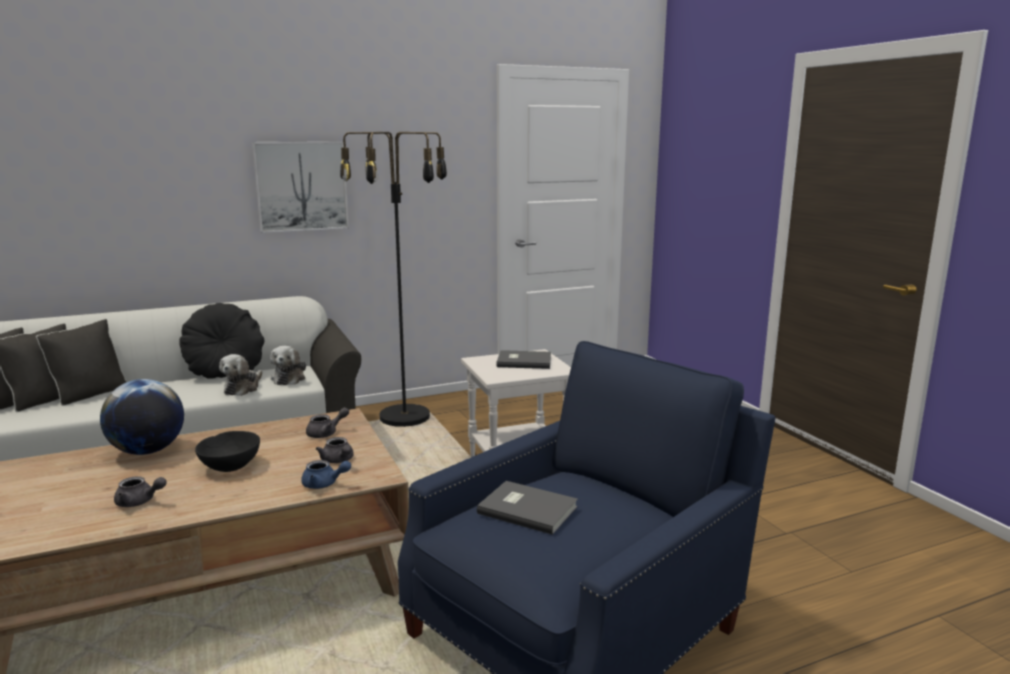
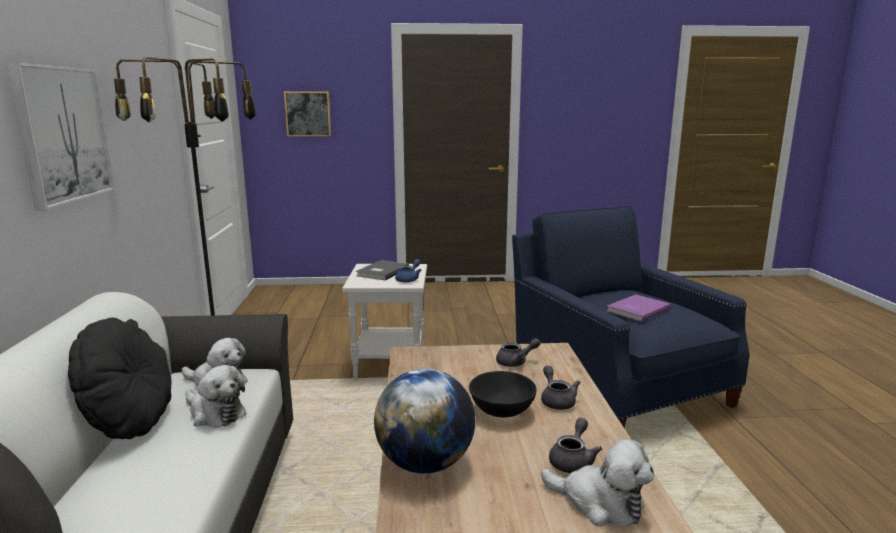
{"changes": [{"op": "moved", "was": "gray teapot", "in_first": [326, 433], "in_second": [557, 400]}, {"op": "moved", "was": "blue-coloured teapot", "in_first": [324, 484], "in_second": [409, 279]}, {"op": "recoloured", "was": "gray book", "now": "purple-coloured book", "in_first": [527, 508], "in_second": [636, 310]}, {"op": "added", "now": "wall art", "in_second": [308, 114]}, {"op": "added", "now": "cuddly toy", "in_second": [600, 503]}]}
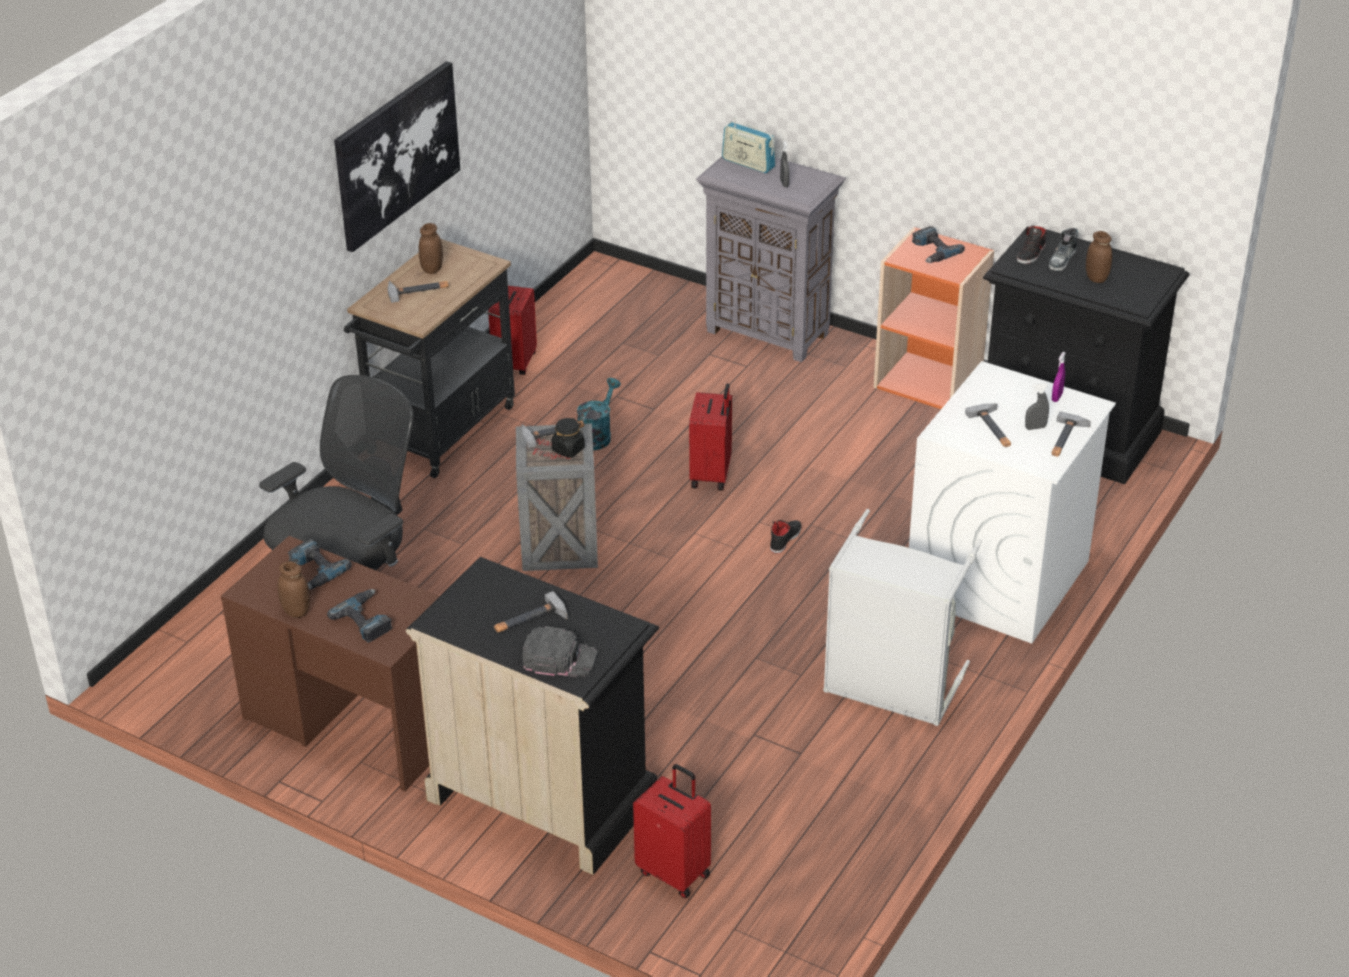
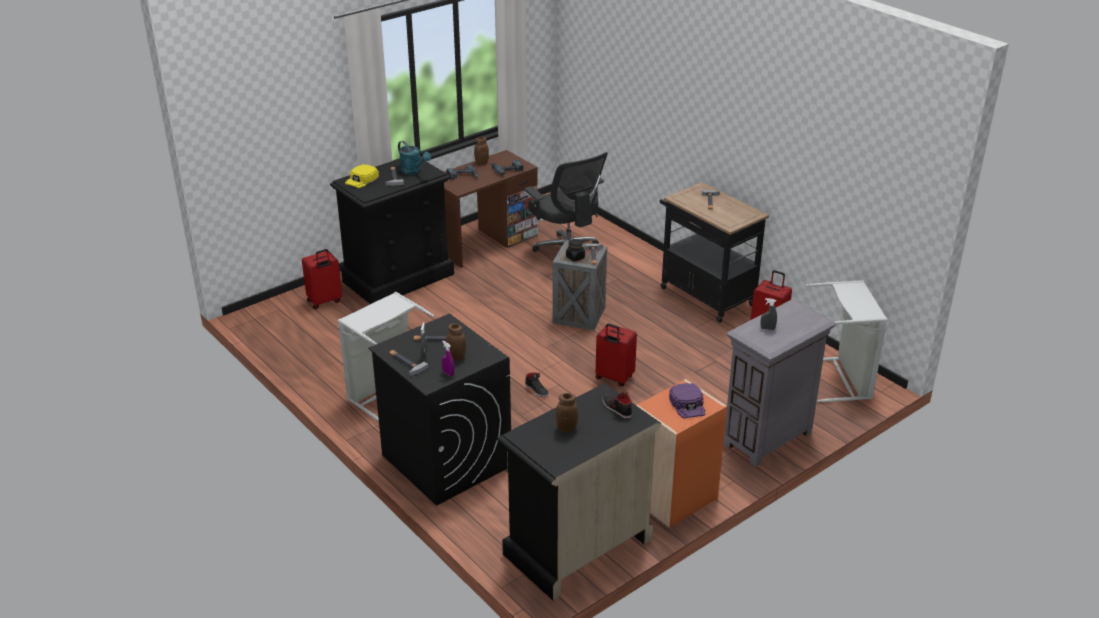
{"changes": [{"op": "removed", "was": "wall art", "in_first": [397, 154]}, {"op": "removed", "was": "radio set", "in_first": [748, 164]}, {"op": "moved", "was": "brownish storage jar", "in_first": [432, 269], "in_second": [456, 357]}, {"op": "replaced", "was": "power drill", "now": "purple-coloured cap", "in_first": [932, 251], "in_second": [687, 404]}, {"op": "removed", "was": "item of footwear", "in_first": [1062, 260]}, {"op": "recoloured", "was": "whitish laundry appliance", "now": "black-coloured laundry appliance", "in_first": [997, 580], "in_second": [445, 460]}, {"op": "moved", "was": "turquoise-coloured watering can", "in_first": [597, 435], "in_second": [414, 171]}, {"op": "recoloured", "was": "black-coloured cap", "now": "yellow-coloured cap", "in_first": [560, 658], "in_second": [362, 180]}, {"op": "added", "now": "gray hamper", "in_second": [842, 380]}]}
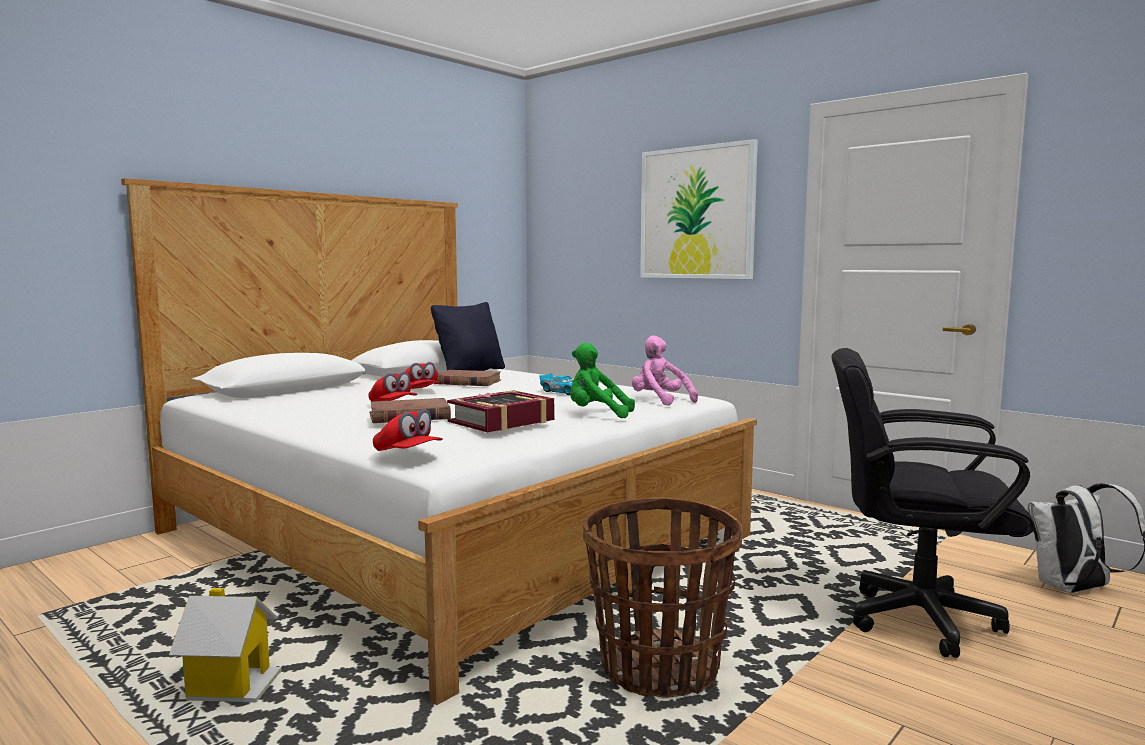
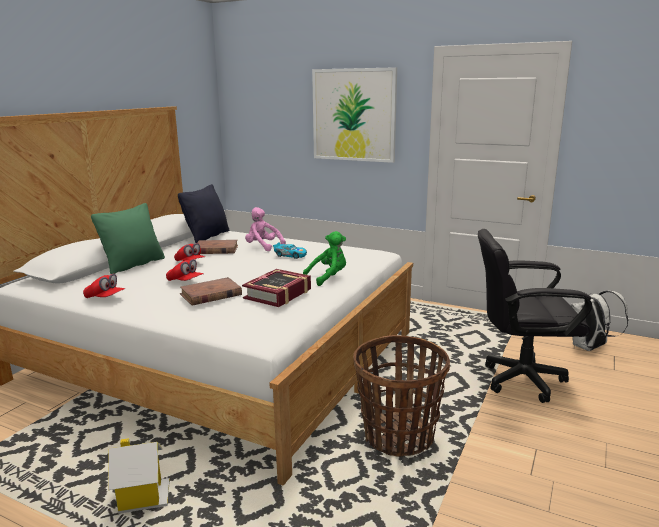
{"changes": [{"op": "moved", "was": "pinkish cuddly toy", "in_first": [660, 401], "in_second": [263, 247]}, {"op": "turned", "was": "green-coloured cuddly toy", "in_first": [597, 414], "in_second": [328, 277], "clockwise": 150}, {"op": "moved", "was": "red cap", "in_first": [408, 454], "in_second": [105, 298]}, {"op": "added", "now": "green-coloured throw pillow", "in_second": [133, 265]}]}
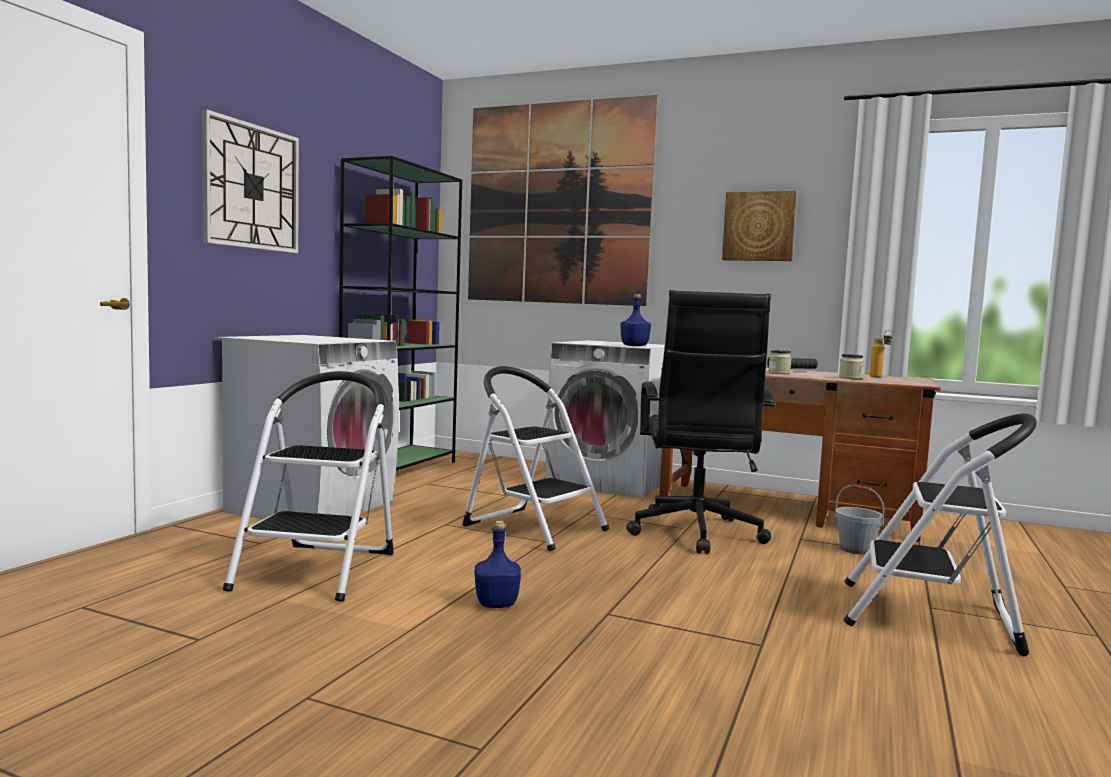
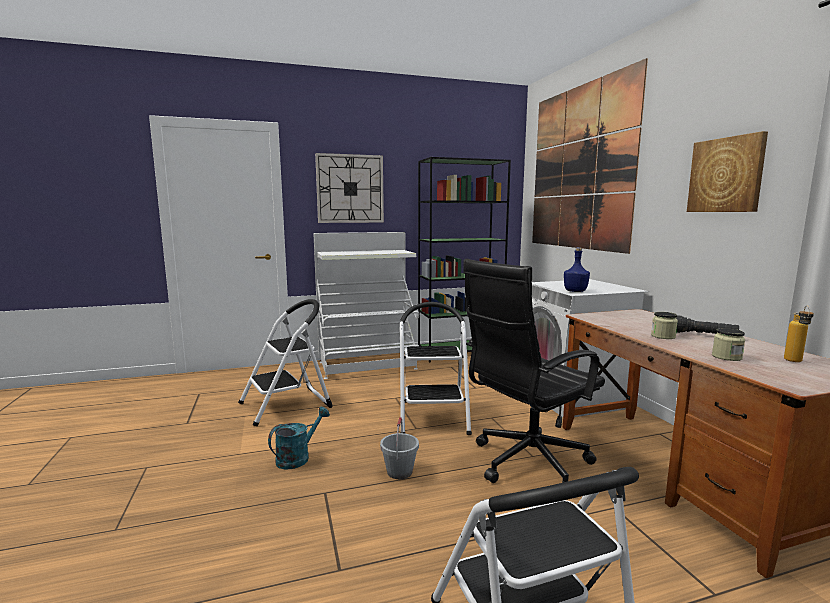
{"changes": [{"op": "replaced", "was": "whitish laundry appliance", "now": "whitish shoe rack", "in_first": [311, 505], "in_second": [368, 366]}, {"op": "moved", "was": "gray bucket", "in_first": [856, 549], "in_second": [400, 472]}, {"op": "replaced", "was": "blue-coloured beverage bottle", "now": "turquoise-coloured watering can", "in_first": [495, 604], "in_second": [298, 457]}]}
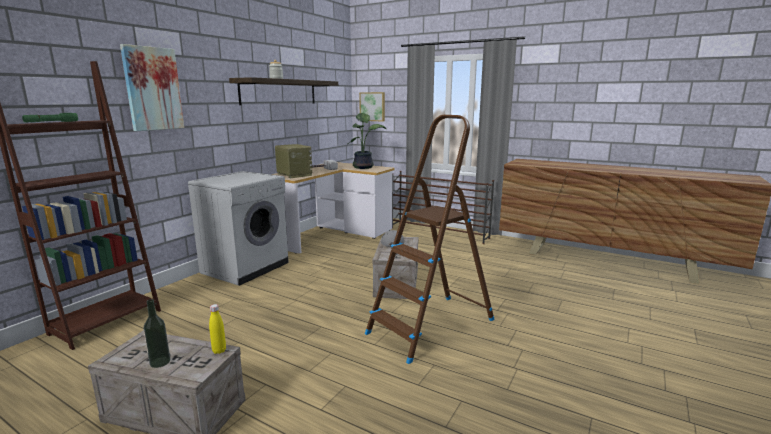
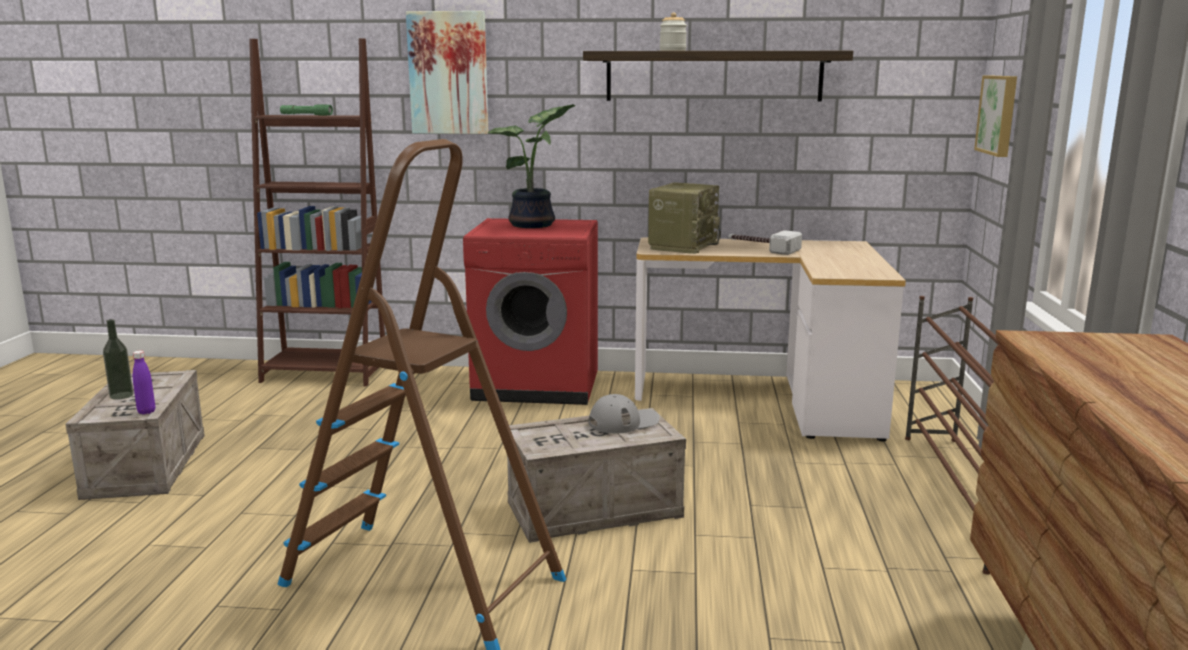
{"changes": [{"op": "moved", "was": "houseplant", "in_first": [364, 167], "in_second": [535, 225]}, {"op": "recoloured", "was": "whitish laundry appliance", "now": "red laundry appliance", "in_first": [247, 268], "in_second": [536, 387]}, {"op": "recoloured", "was": "yellow-coloured beverage bottle", "now": "purple-coloured beverage bottle", "in_first": [219, 350], "in_second": [146, 412]}]}
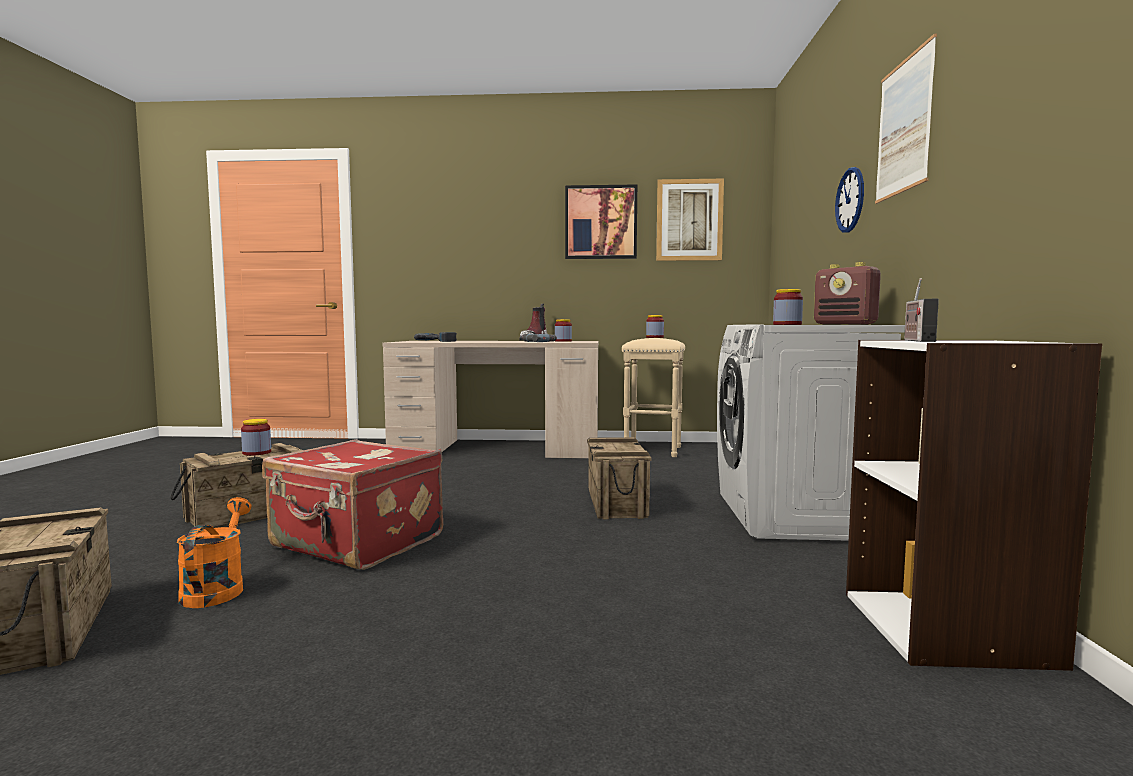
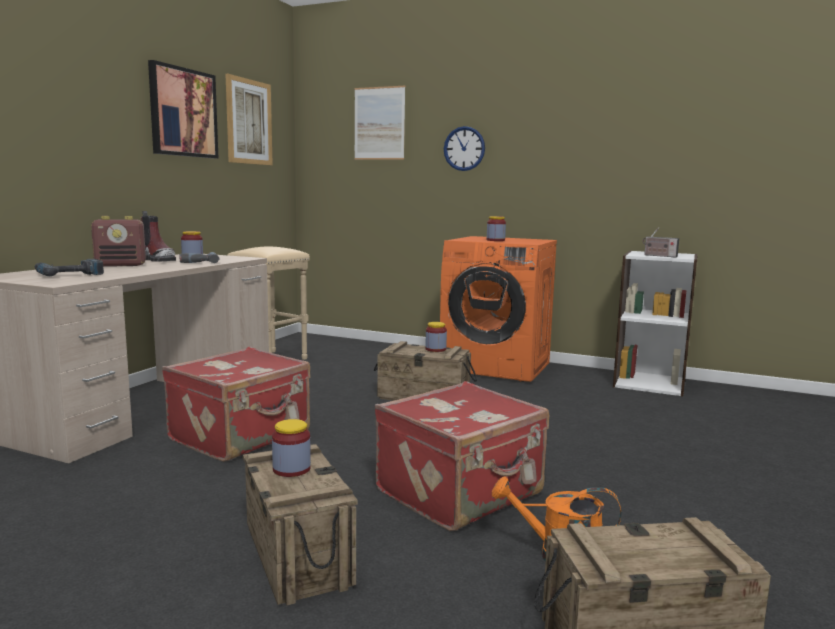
{"changes": [{"op": "moved", "was": "wall art", "in_first": [904, 126], "in_second": [379, 123]}, {"op": "moved", "was": "radio set", "in_first": [845, 324], "in_second": [121, 265]}, {"op": "moved", "was": "storage jar", "in_first": [654, 337], "in_second": [435, 349]}, {"op": "recoloured", "was": "whitish laundry appliance", "now": "orangey laundry appliance", "in_first": [794, 519], "in_second": [496, 368]}, {"op": "added", "now": "red suitcase", "in_second": [242, 436]}]}
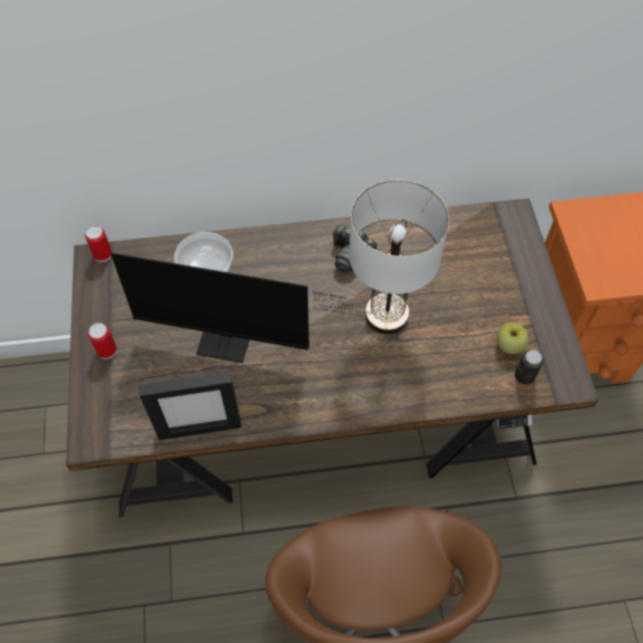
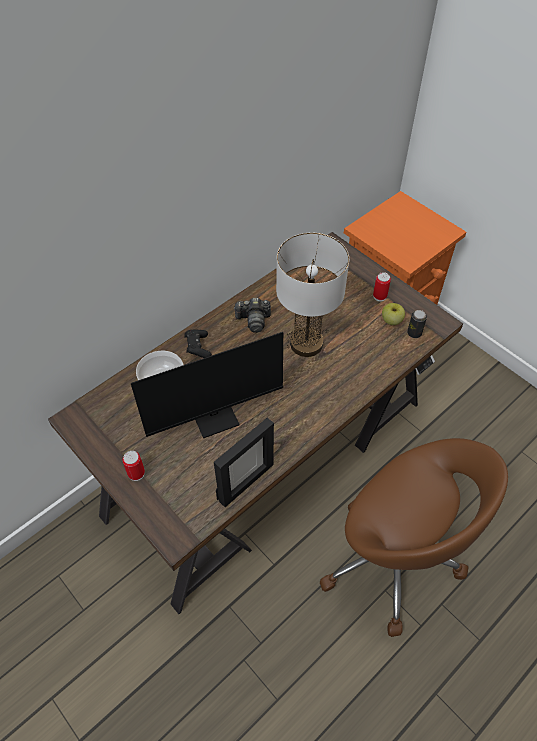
{"changes": [{"op": "moved", "was": "metal can", "in_first": [103, 254], "in_second": [379, 296]}, {"op": "added", "now": "black-coloured joypad", "in_second": [198, 348]}]}
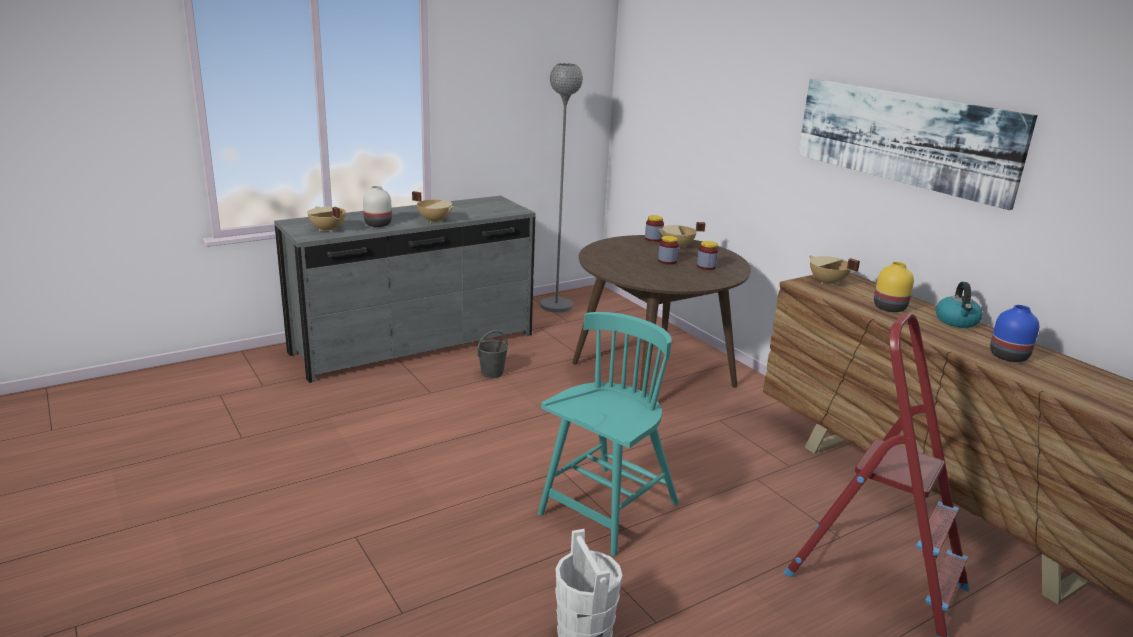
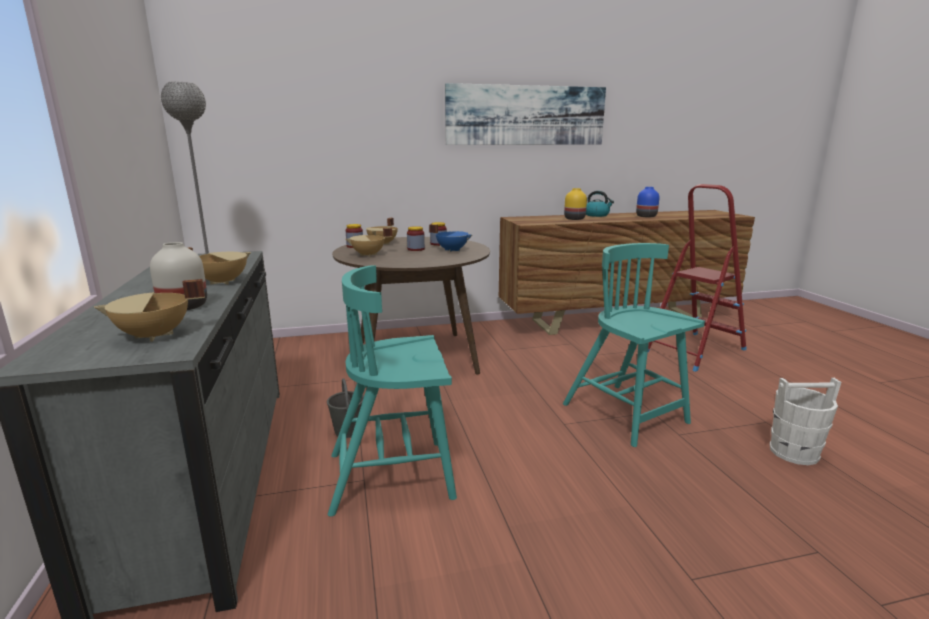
{"changes": [{"op": "moved", "was": "beige cooking pot", "in_first": [827, 282], "in_second": [368, 255]}, {"op": "added", "now": "blue-coloured cooking pot", "in_second": [452, 250]}, {"op": "added", "now": "turquoise-coloured plain chair", "in_second": [393, 475]}]}
